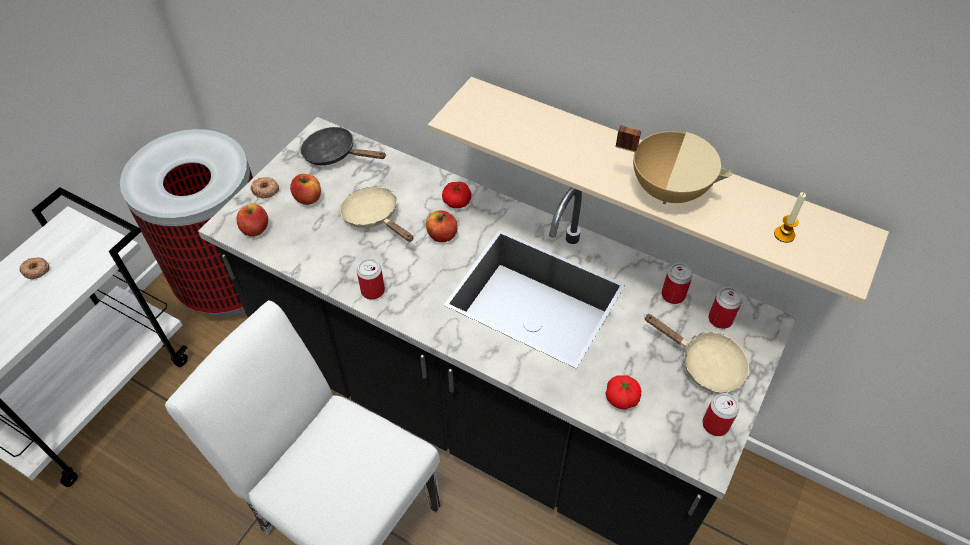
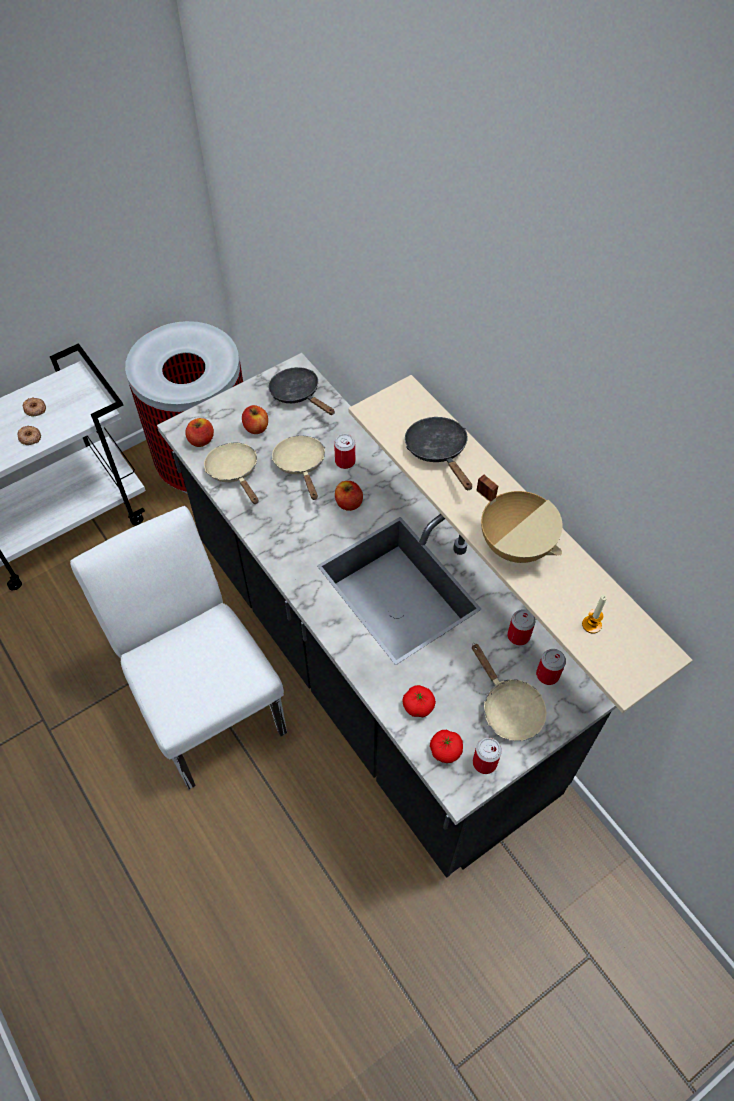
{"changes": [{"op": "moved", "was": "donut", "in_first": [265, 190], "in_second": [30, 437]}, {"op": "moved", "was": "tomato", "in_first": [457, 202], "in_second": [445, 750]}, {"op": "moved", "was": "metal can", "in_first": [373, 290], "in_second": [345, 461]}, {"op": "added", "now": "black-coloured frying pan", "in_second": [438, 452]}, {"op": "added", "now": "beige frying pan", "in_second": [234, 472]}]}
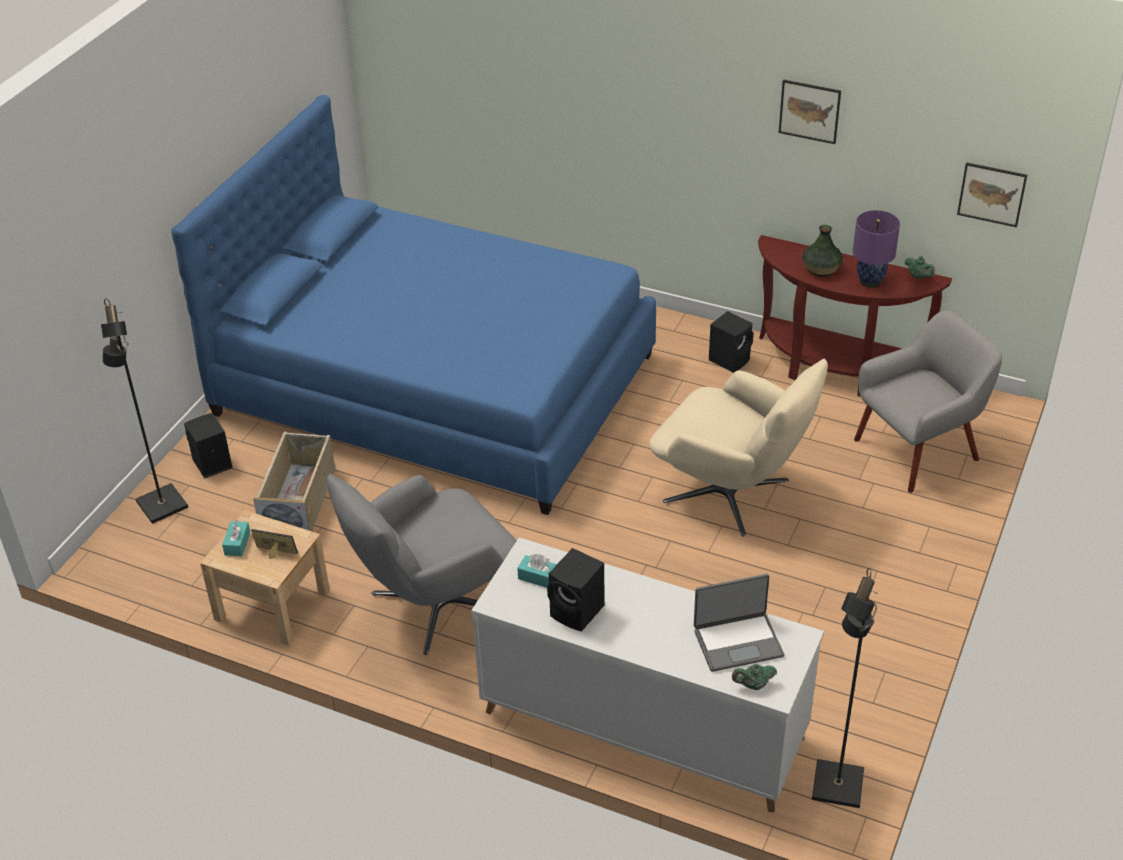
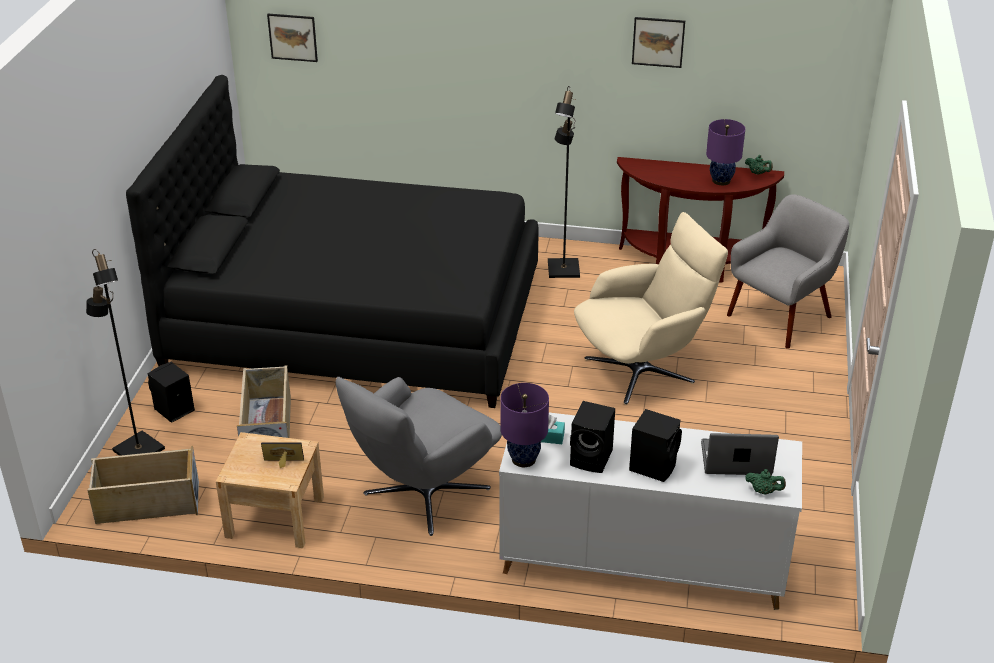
{"changes": [{"op": "recoloured", "was": "blue-coloured bedroom bed", "now": "black-coloured bedroom bed", "in_first": [435, 384], "in_second": [355, 318]}, {"op": "moved", "was": "wall art", "in_first": [991, 194], "in_second": [292, 37]}, {"op": "removed", "was": "vase", "in_first": [821, 268]}, {"op": "moved", "was": "black-coloured audio speaker", "in_first": [730, 359], "in_second": [654, 465]}, {"op": "turned", "was": "beige lounge chair", "in_first": [729, 494], "in_second": [642, 370], "clockwise": -45}, {"op": "removed", "was": "turquoise-coloured box of tissues", "in_first": [237, 543]}, {"op": "moved", "was": "black-coloured standard lamp", "in_first": [838, 784], "in_second": [563, 269]}, {"op": "turned", "was": "notebook computer", "in_first": [737, 642], "in_second": [736, 460], "clockwise": -150}, {"op": "turned", "was": "green-coloured teapot", "in_first": [753, 685], "in_second": [763, 491], "clockwise": -135}, {"op": "added", "now": "purple-coloured tabletop lamp", "in_second": [524, 459]}, {"op": "added", "now": "beige storage bin", "in_second": [147, 503]}]}
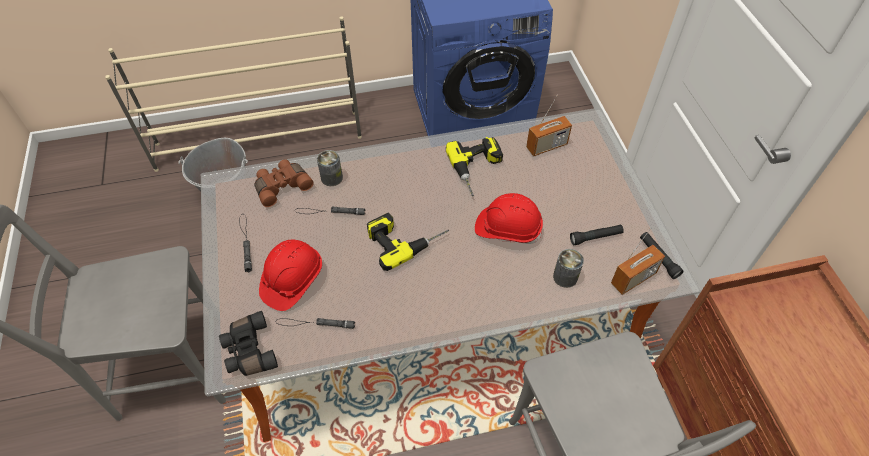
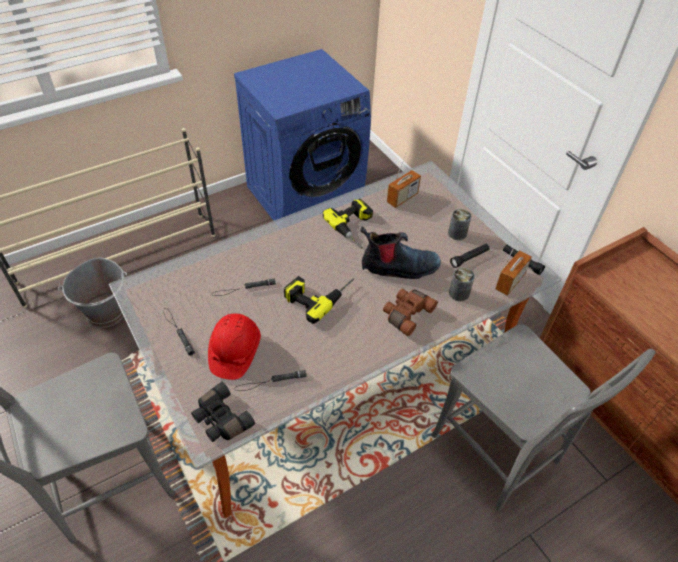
{"changes": [{"op": "moved", "was": "metal can", "in_first": [331, 178], "in_second": [457, 233]}, {"op": "moved", "was": "brownish pair of binoculars", "in_first": [282, 186], "in_second": [406, 314]}, {"op": "replaced", "was": "red hard hat", "now": "boot", "in_first": [507, 229], "in_second": [399, 267]}]}
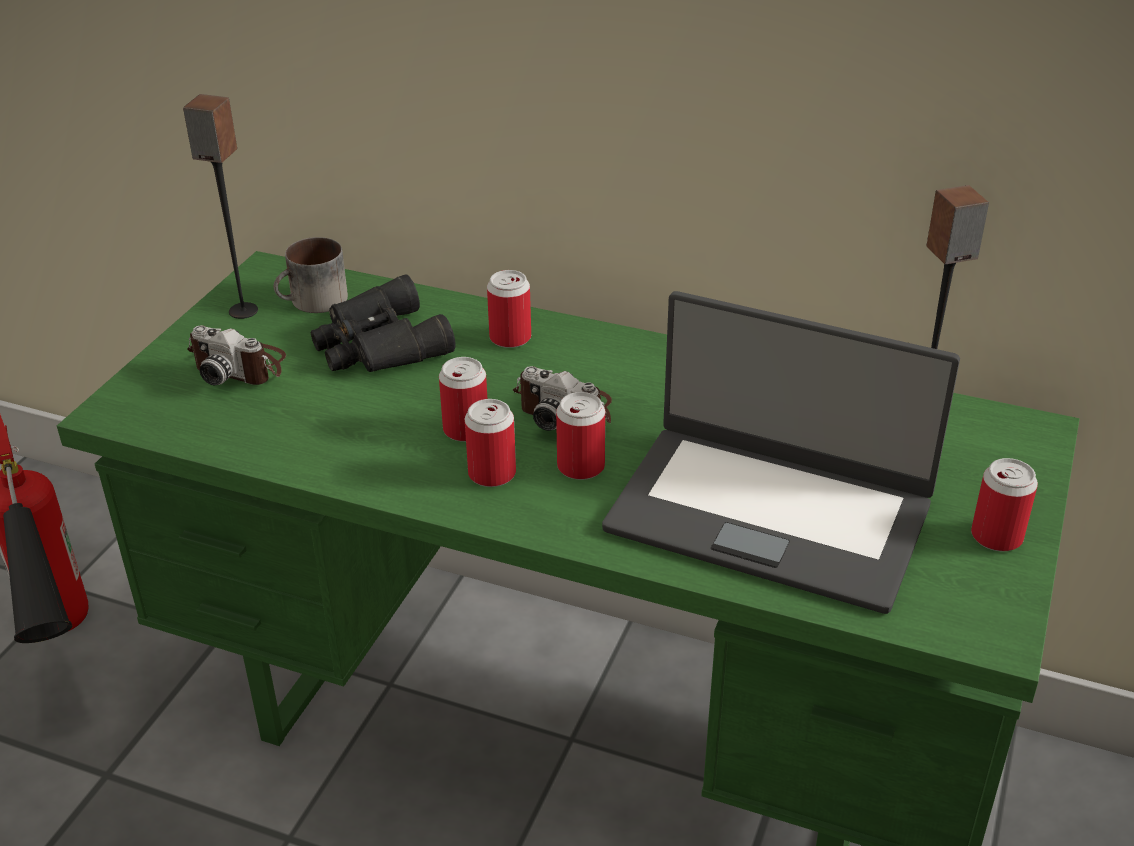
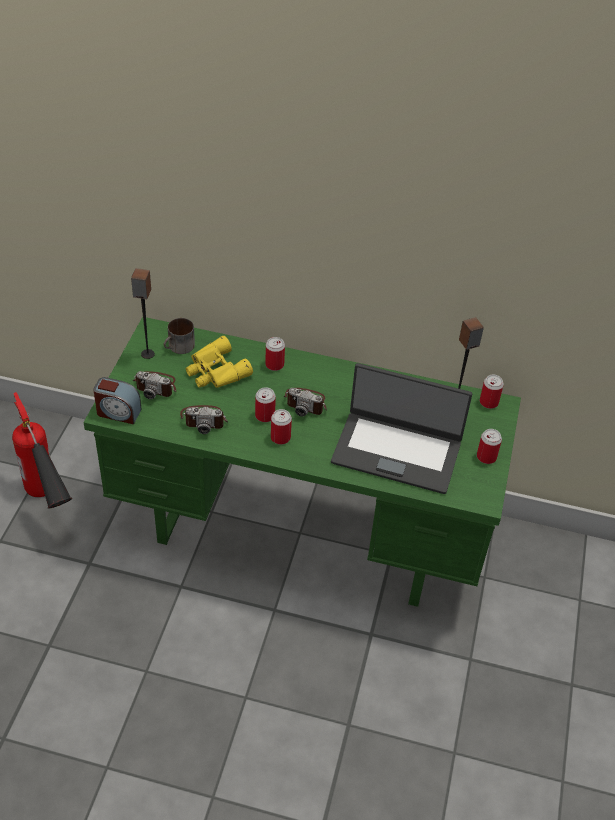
{"changes": [{"op": "recoloured", "was": "black-coloured pair of binoculars", "now": "yellow-coloured pair of binoculars", "in_first": [377, 345], "in_second": [215, 371]}, {"op": "moved", "was": "metal can", "in_first": [581, 467], "in_second": [488, 402]}, {"op": "added", "now": "bedside clock", "in_second": [118, 412]}, {"op": "added", "now": "still camera", "in_second": [204, 419]}]}
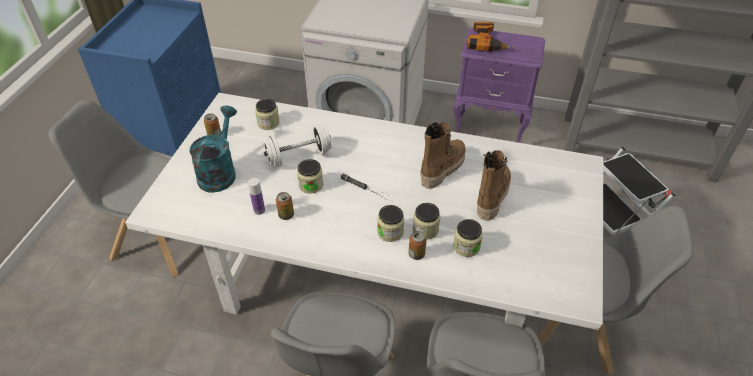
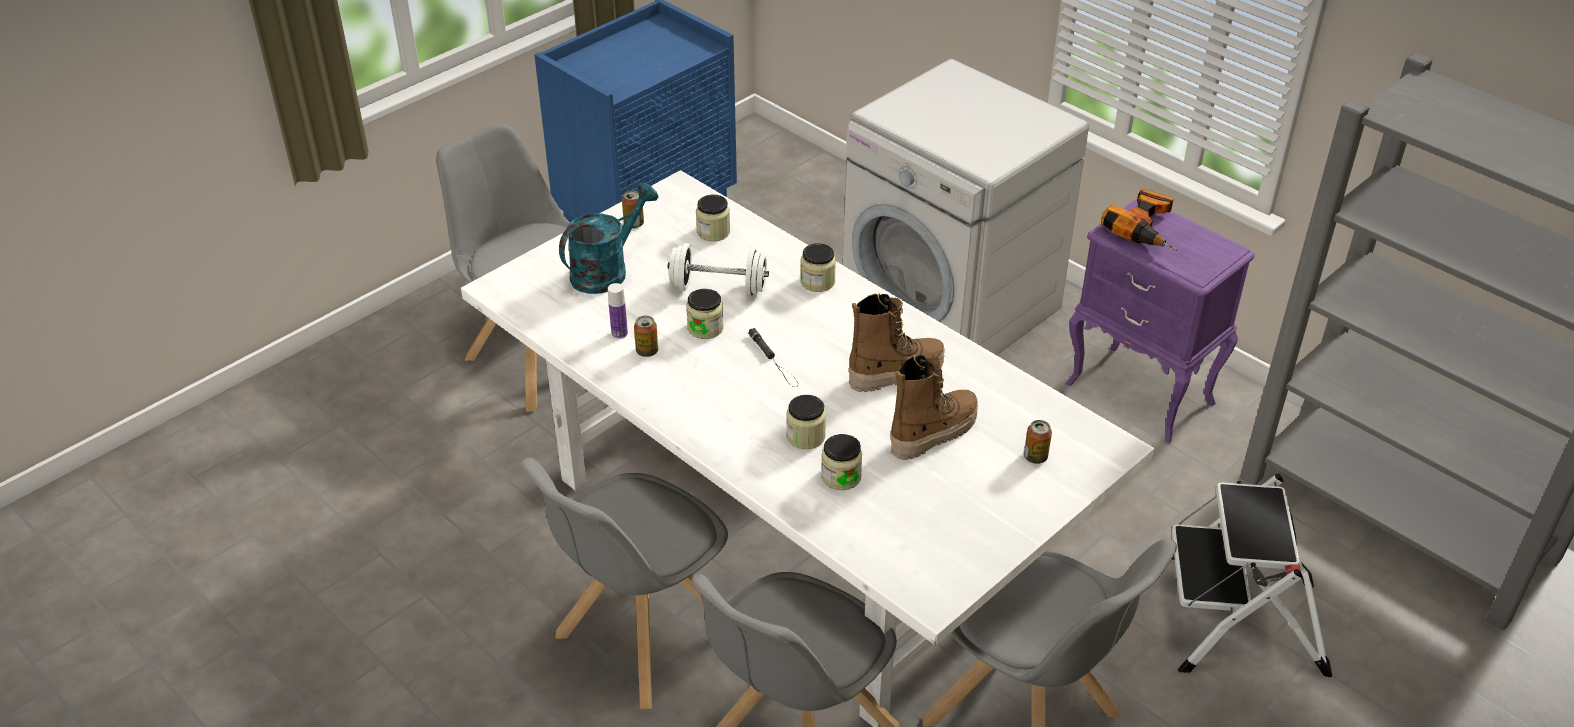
{"changes": [{"op": "moved", "was": "storage jar", "in_first": [390, 232], "in_second": [817, 282]}, {"op": "moved", "was": "metal can", "in_first": [416, 254], "in_second": [1035, 457]}]}
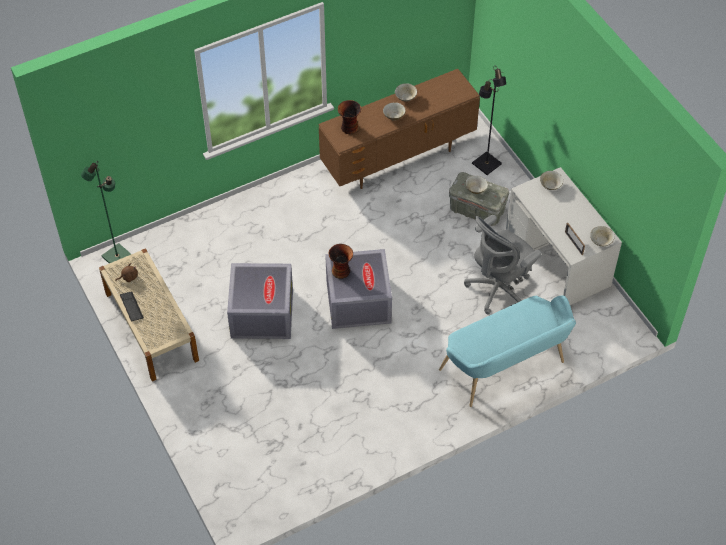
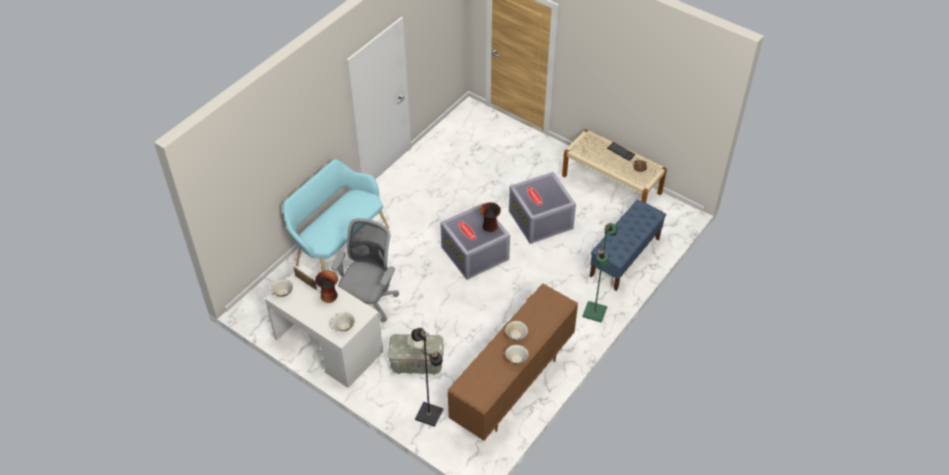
{"changes": [{"op": "moved", "was": "vase", "in_first": [349, 128], "in_second": [329, 295]}, {"op": "moved", "was": "green-coloured standard lamp", "in_first": [117, 256], "in_second": [594, 312]}, {"op": "added", "now": "blue-coloured long seat", "in_second": [625, 257]}]}
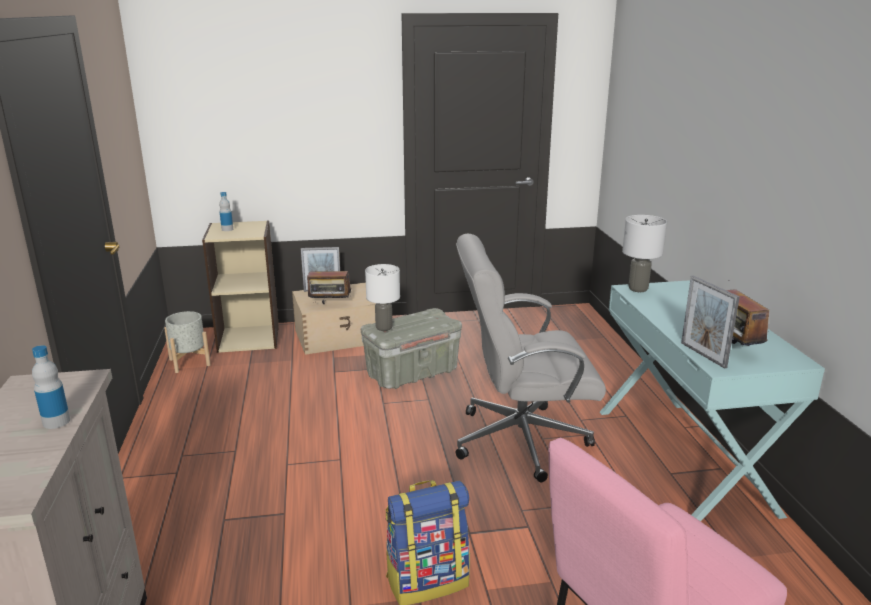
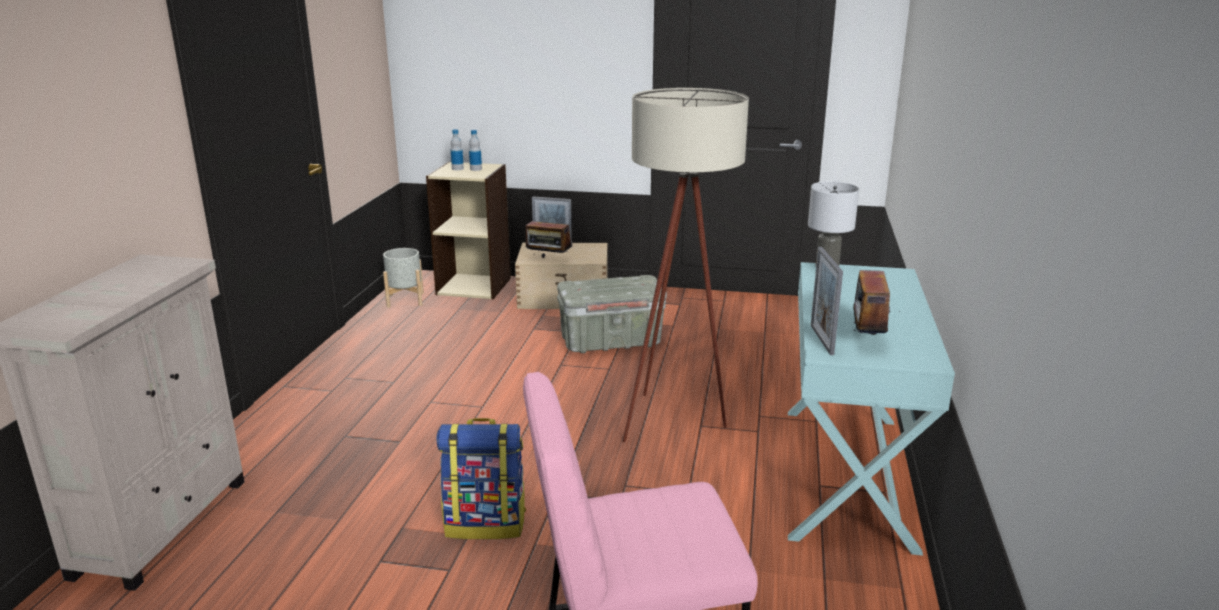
{"changes": [{"op": "replaced", "was": "gray desk chair", "now": "beige standard lamp", "in_first": [521, 439], "in_second": [677, 422]}, {"op": "removed", "was": "whitish tabletop lamp", "in_first": [383, 328]}, {"op": "moved", "was": "beverage bottle", "in_first": [56, 422], "in_second": [476, 169]}]}
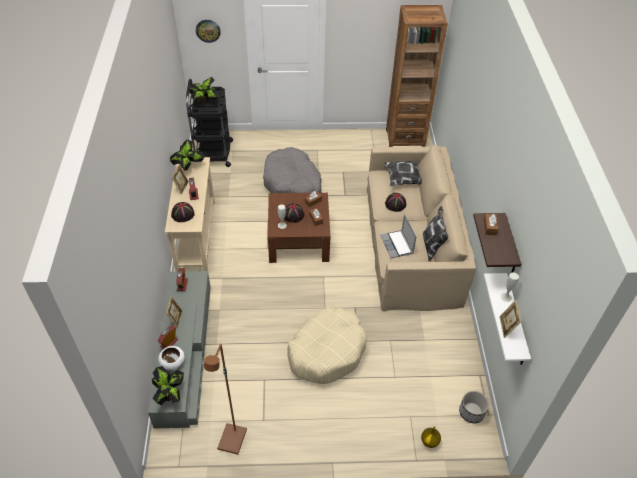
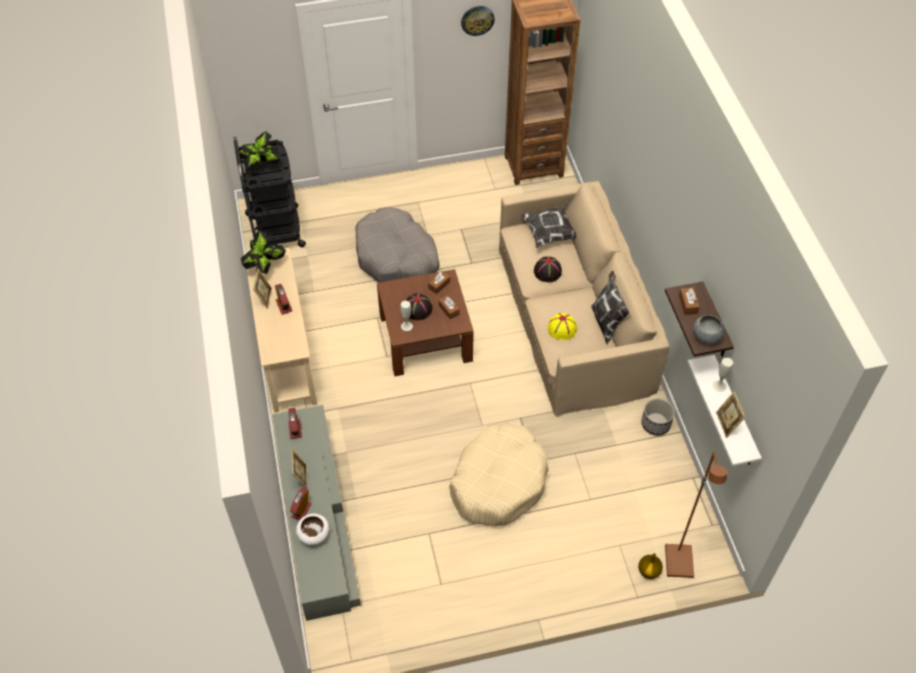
{"changes": [{"op": "moved", "was": "hanging clock", "in_first": [208, 30], "in_second": [477, 20]}, {"op": "removed", "was": "black-coloured wearable hat", "in_first": [182, 214]}, {"op": "replaced", "was": "notebook computer", "now": "yellow-coloured wearable hat", "in_first": [397, 245], "in_second": [562, 328]}, {"op": "moved", "was": "brownish standard lamp", "in_first": [233, 440], "in_second": [680, 562]}, {"op": "removed", "was": "houseplant", "in_first": [170, 394]}, {"op": "moved", "was": "planter", "in_first": [471, 412], "in_second": [656, 424]}, {"op": "added", "now": "gray bowl", "in_second": [706, 336]}]}
